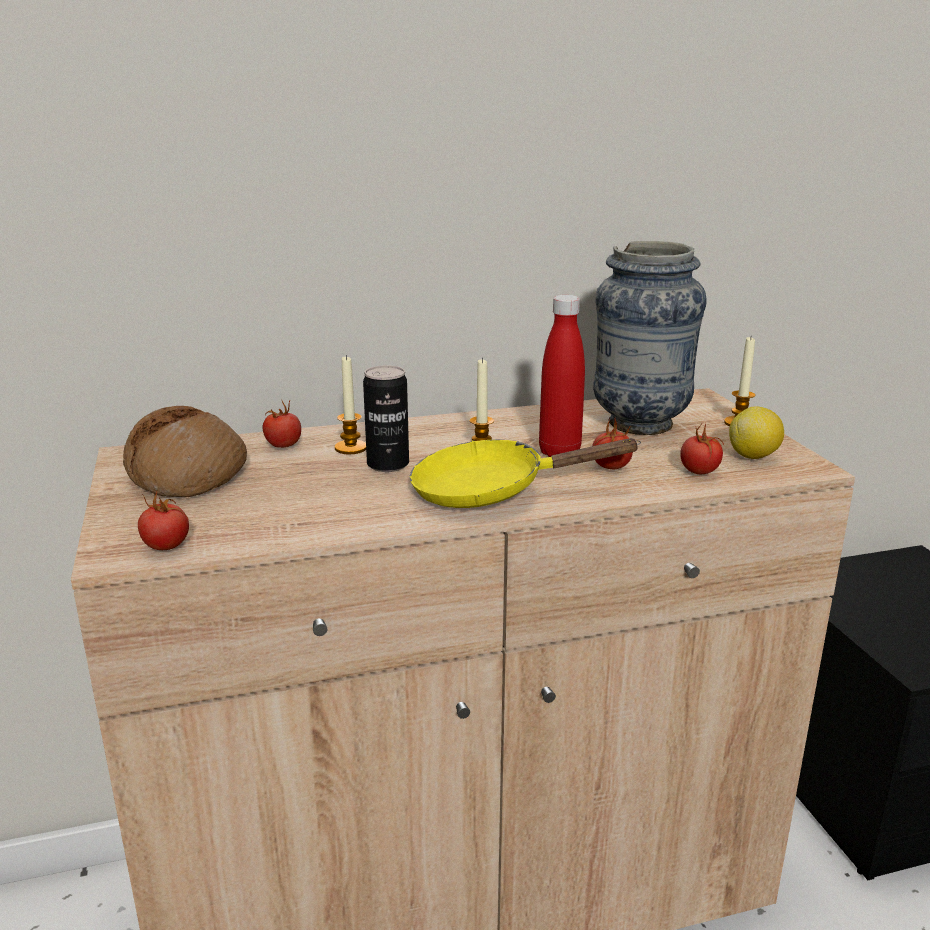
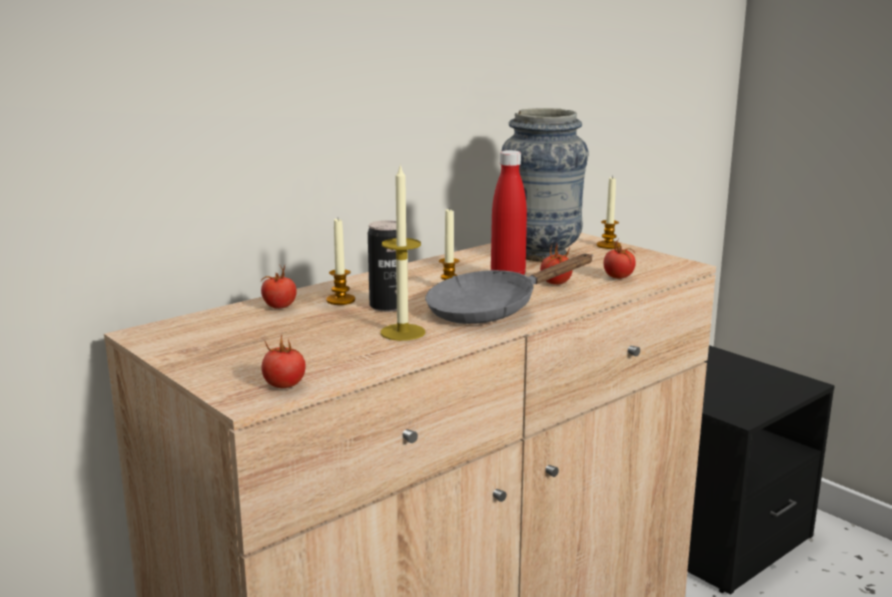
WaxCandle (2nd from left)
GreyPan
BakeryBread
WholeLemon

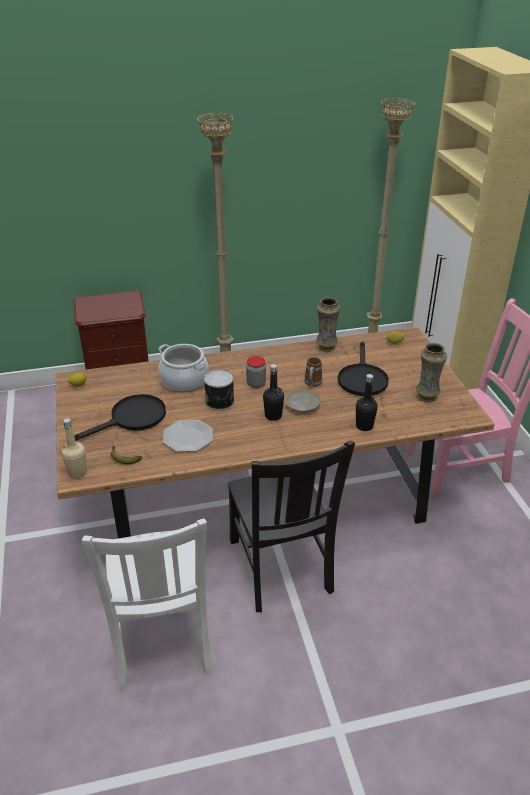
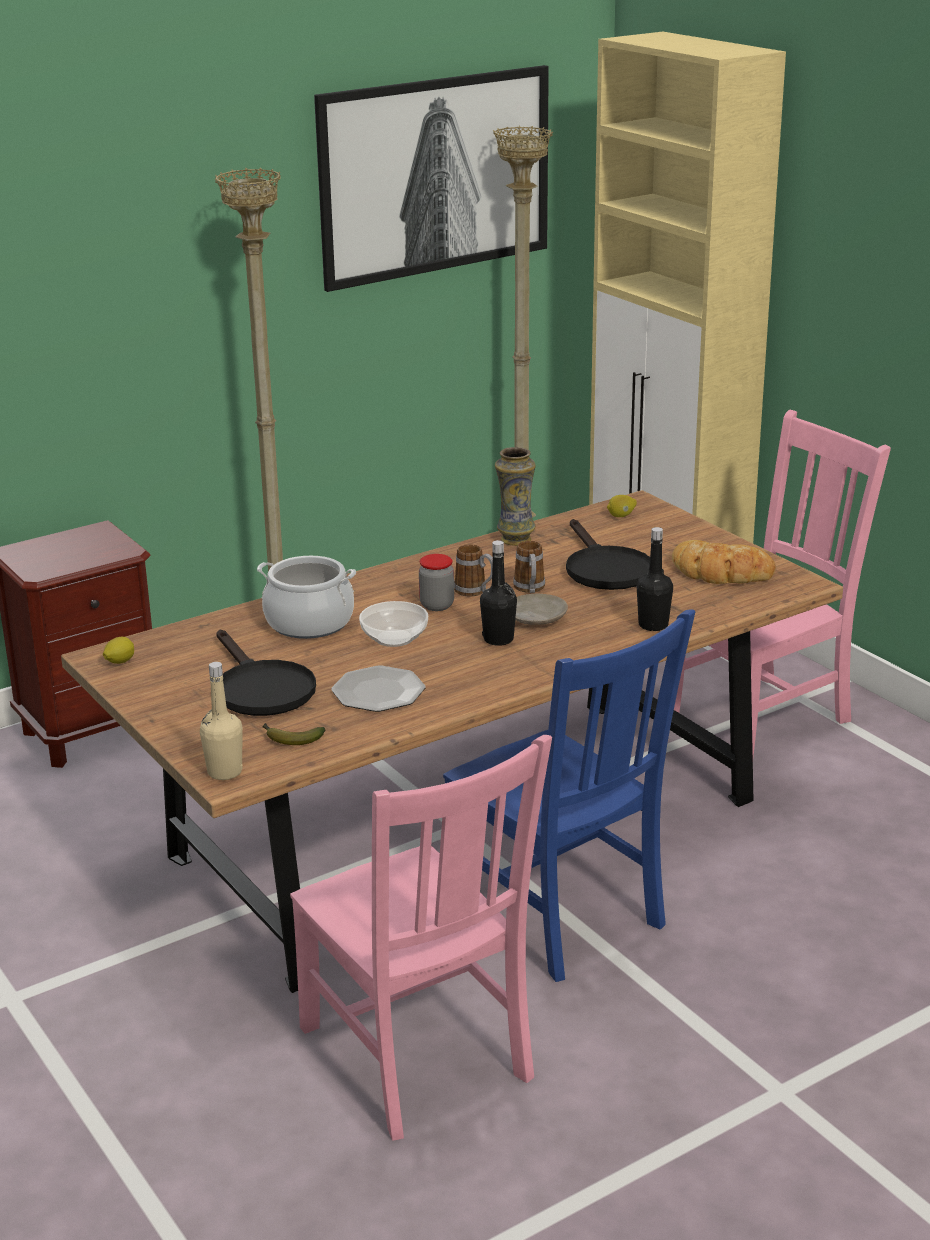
BlackPan (1st from left)
PinkColouredChair (1st from left)
Picture
Bowl
BlueChair
CoffeeMug (1st from left)
BakeryBread

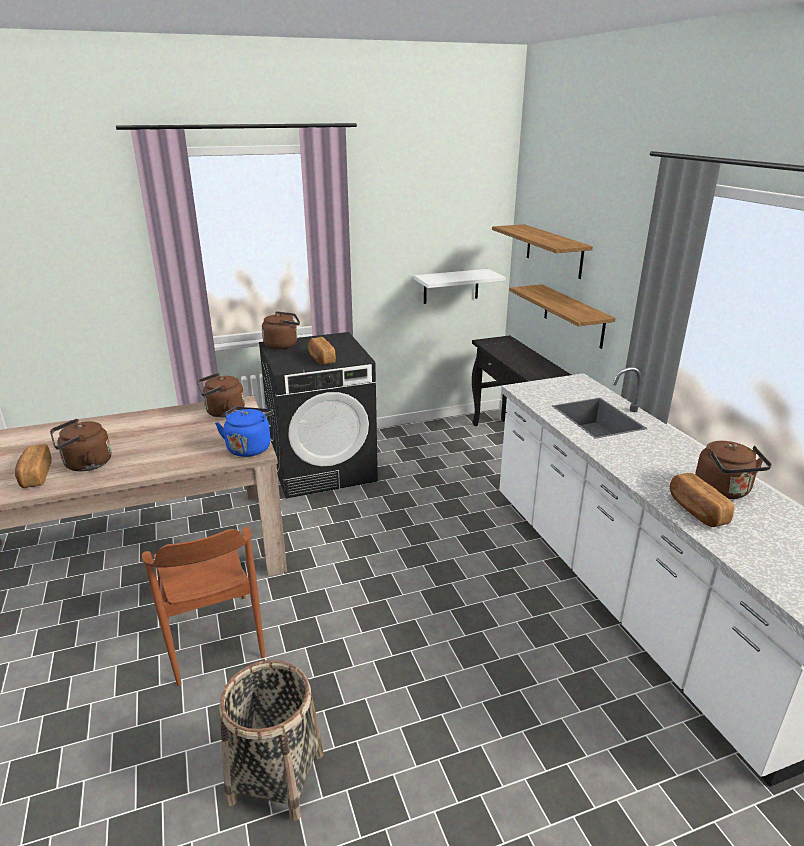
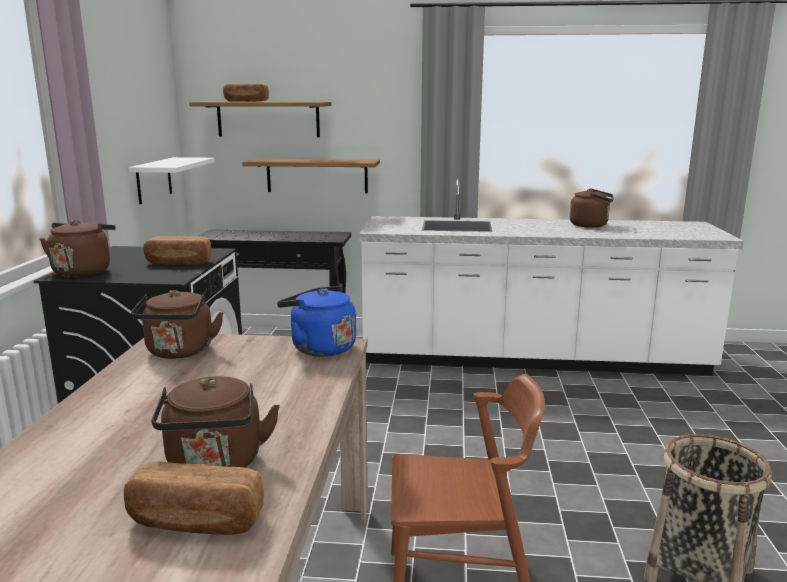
BakeryBread (3rd from left)

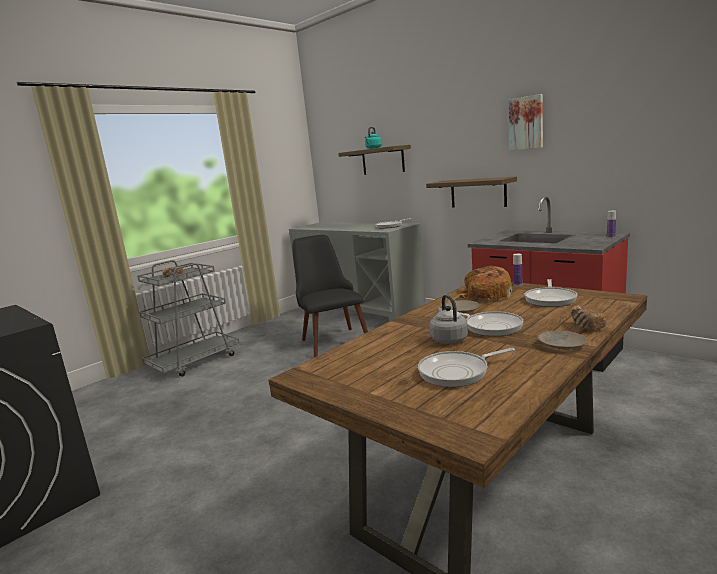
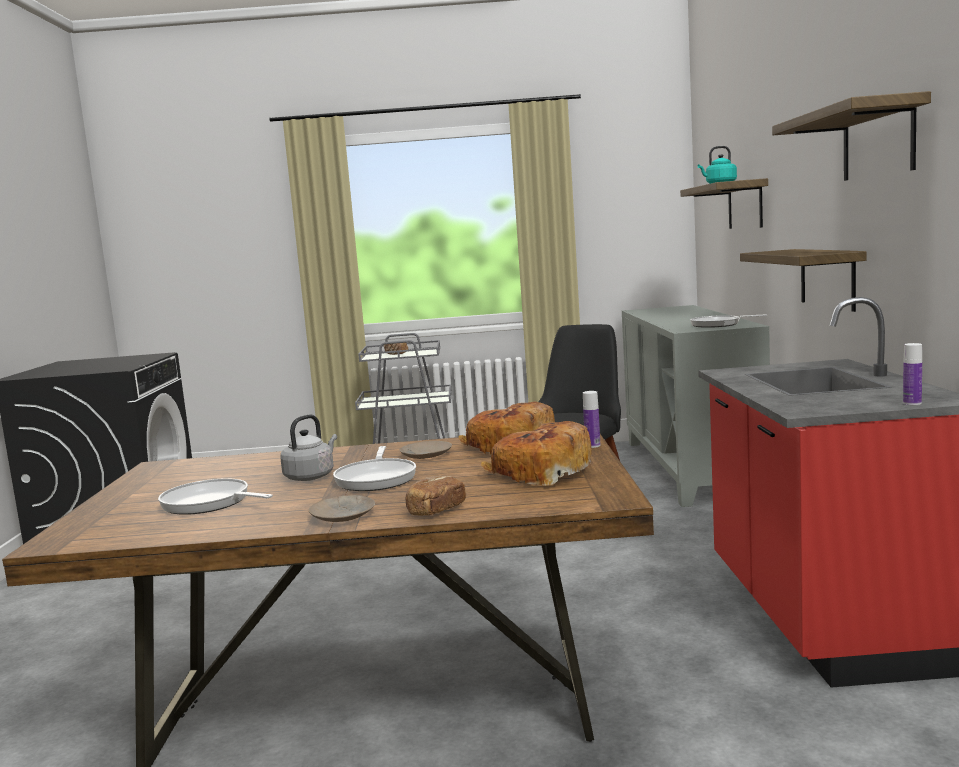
BakeryBread (4th from left)
WallShelf (3rd from left)

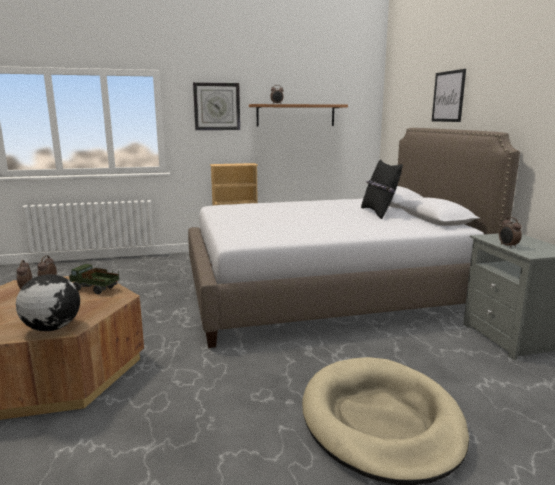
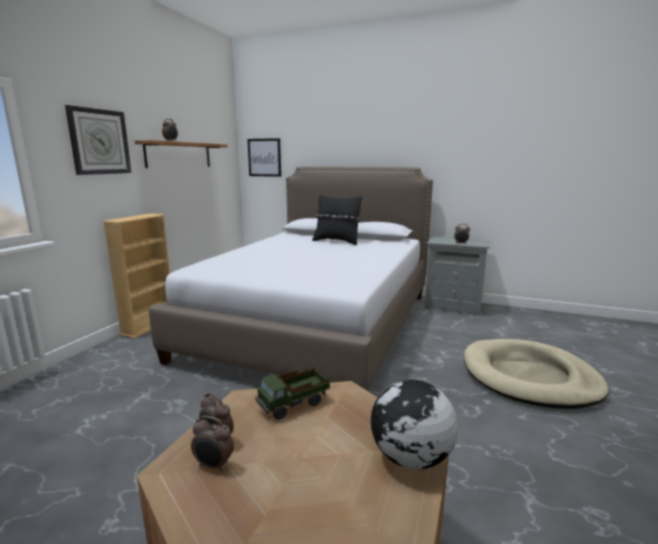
Picture

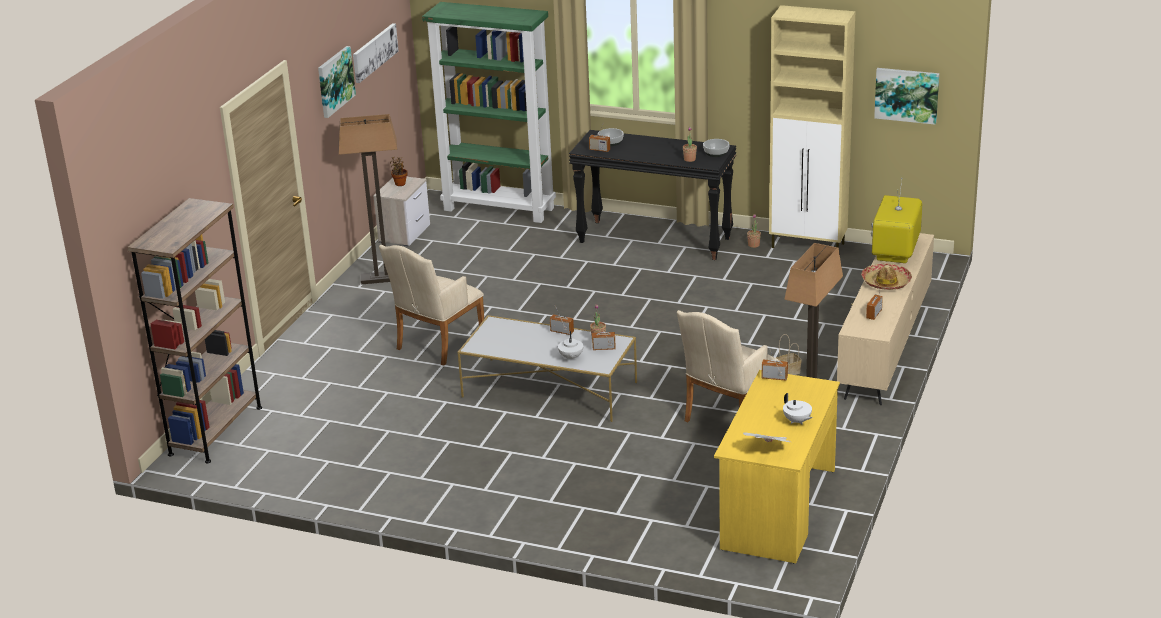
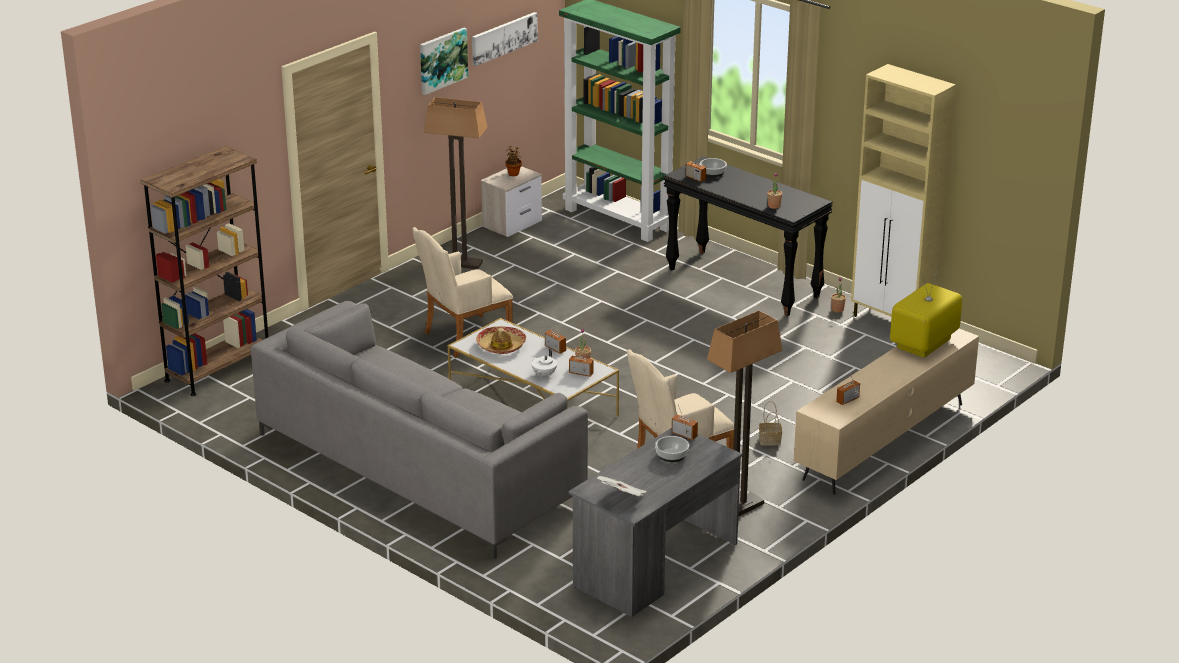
GreySofa
WearableHat
GreyDeskTable
Bowl (1st from left)
WhitishTeaPot (2nd from left in the first image)
Picture (3rd from left in the first image)

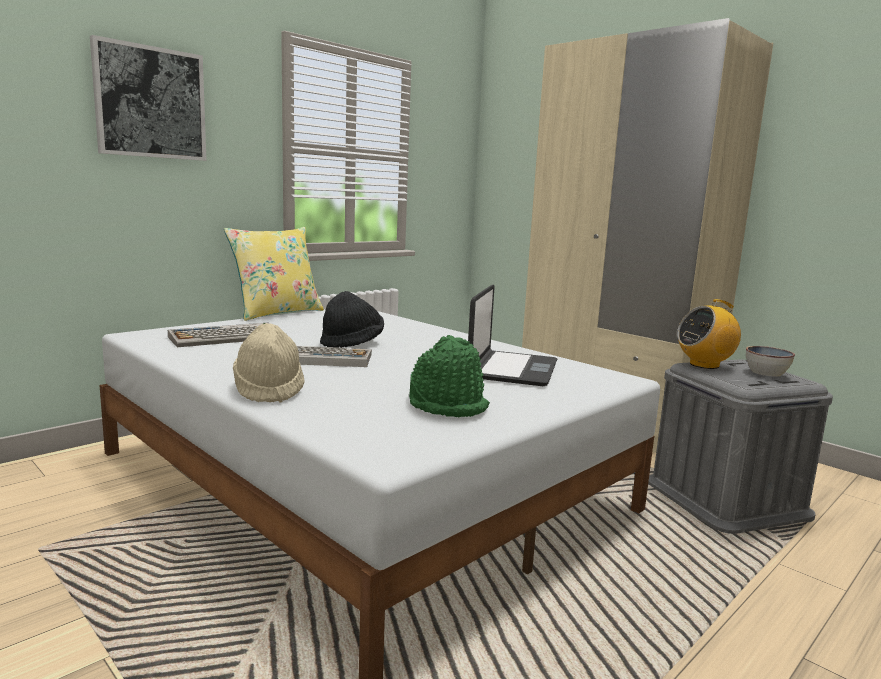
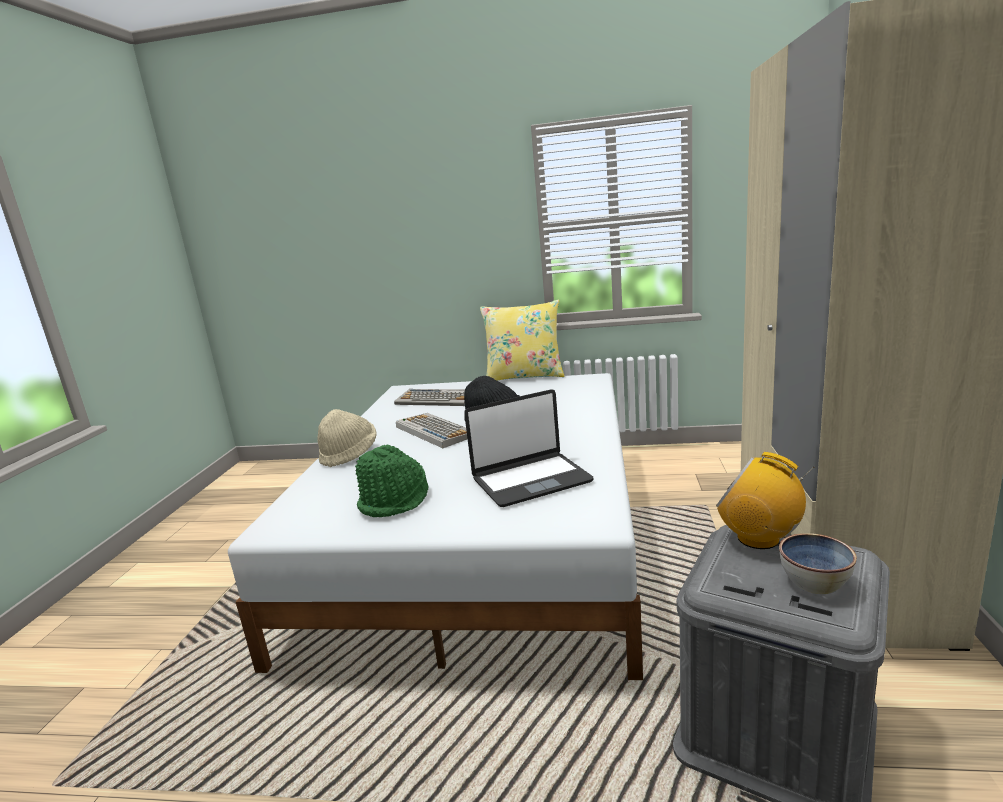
Picture

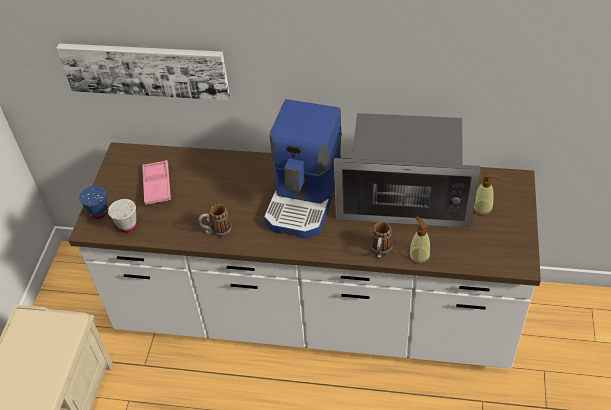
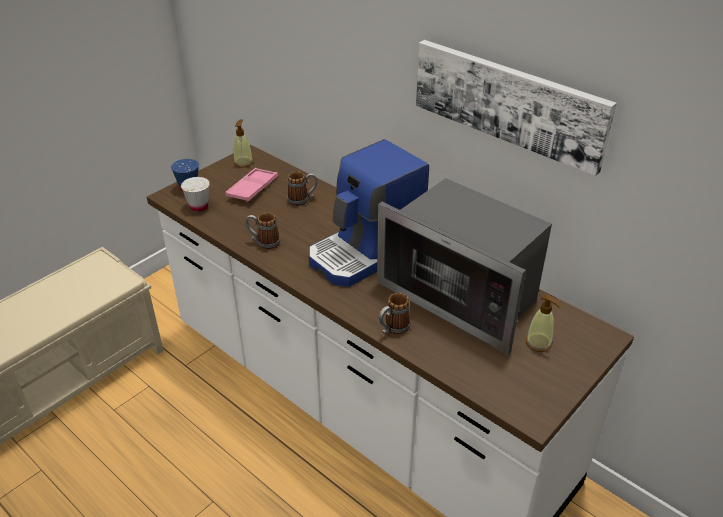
LiquidSoapBottle (1st from left)
CoffeeMug (2nd from left)
Picture

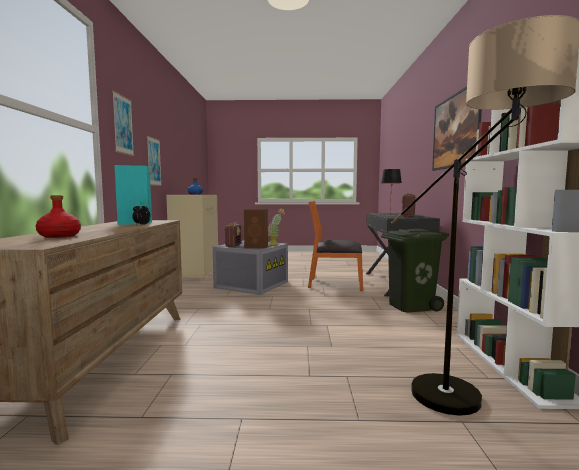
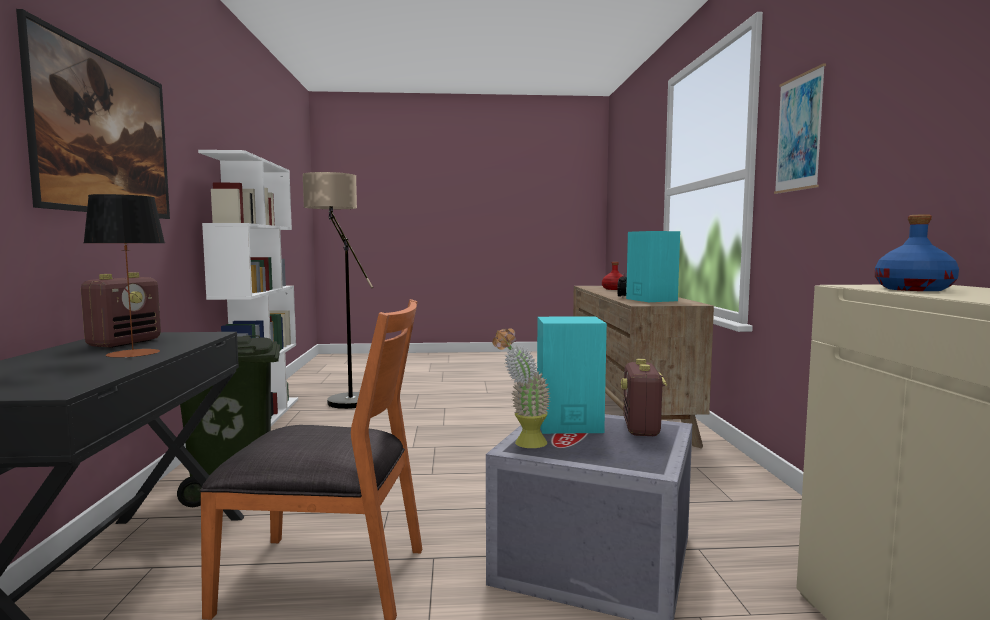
BlueGreenSpeaker (1st from left)
Picture (2nd from left in the first image)

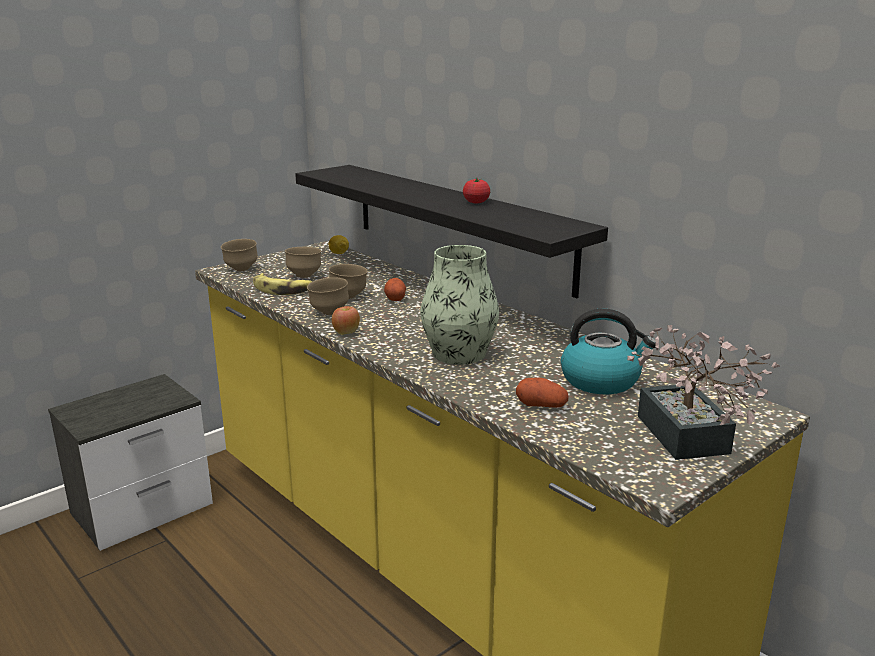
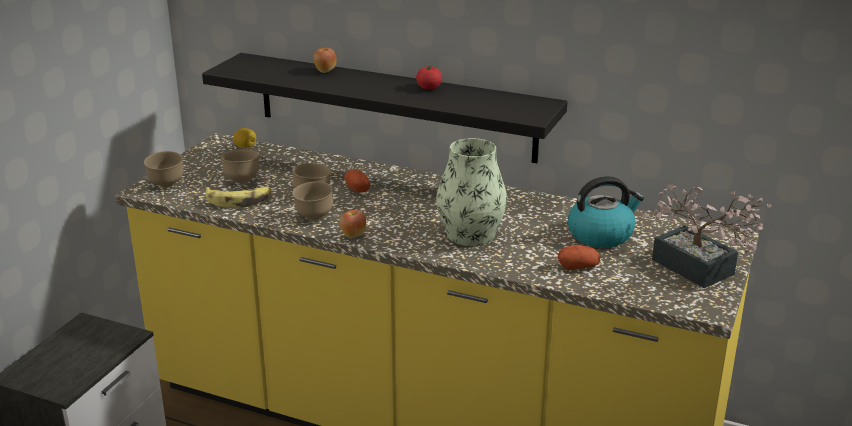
AppleFruit (1st from left)

